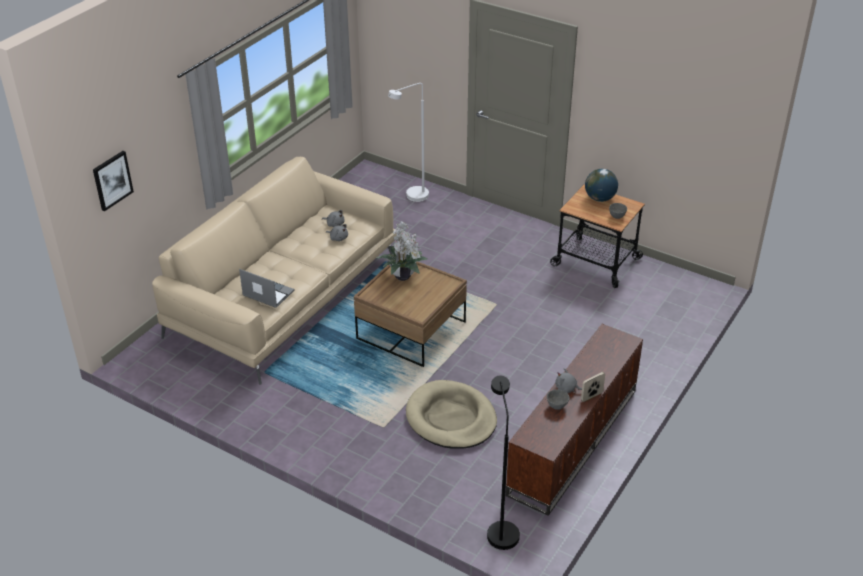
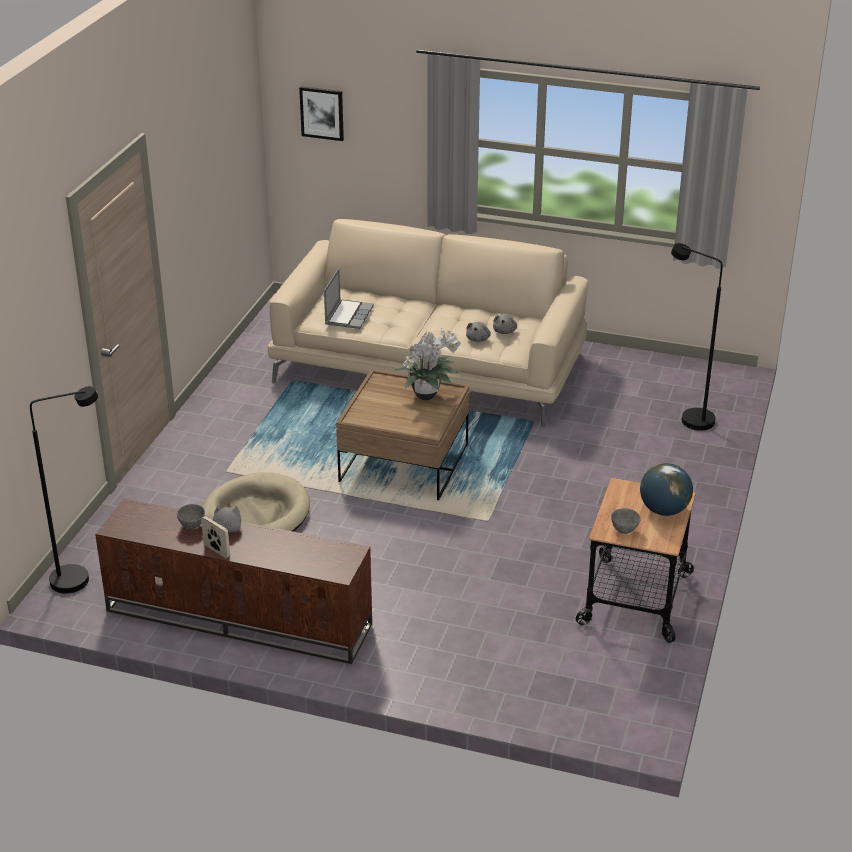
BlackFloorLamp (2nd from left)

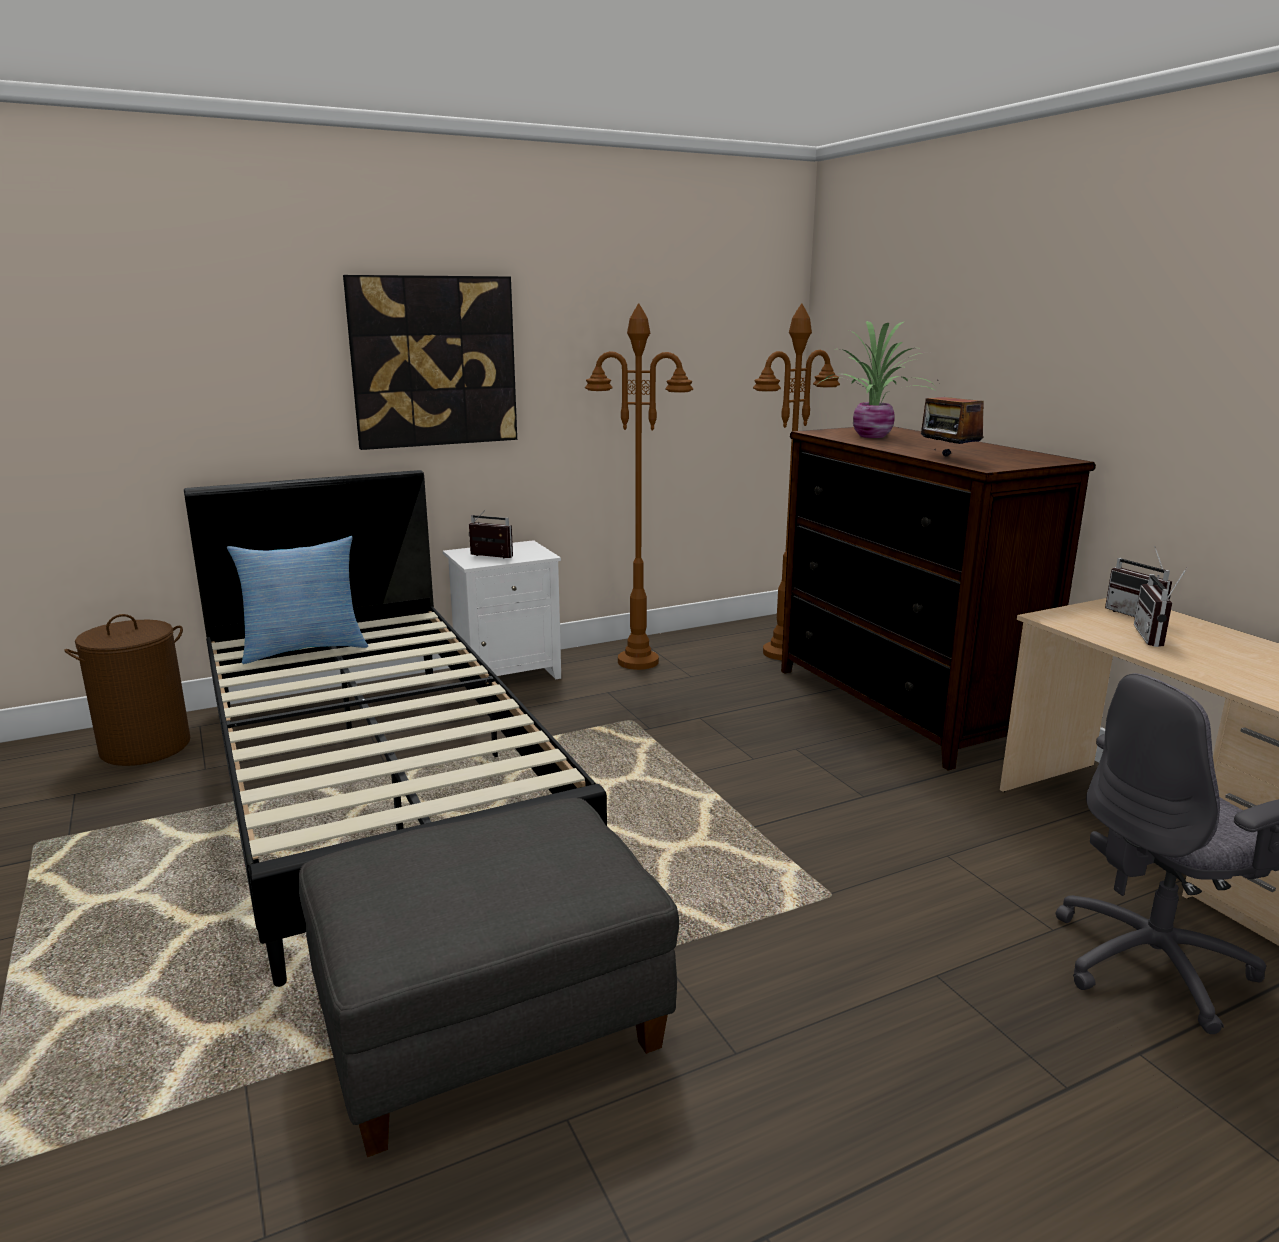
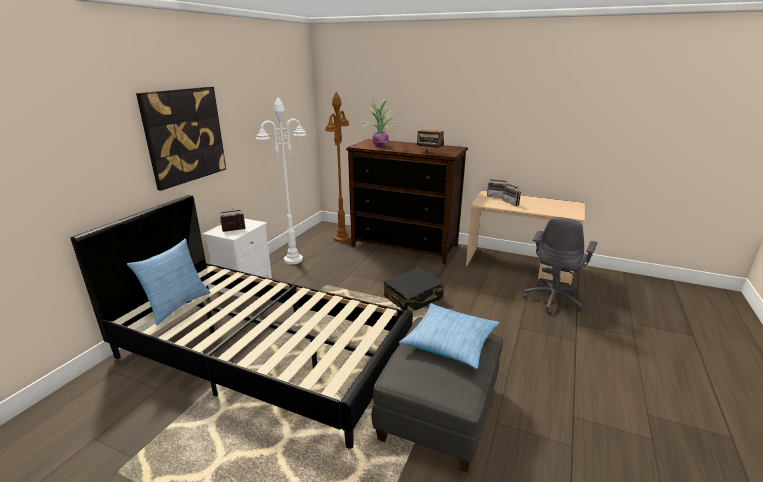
WhitishFloorLamp
BlackTravelCase
Pillow (2nd from left)
BrownishWashingBasket

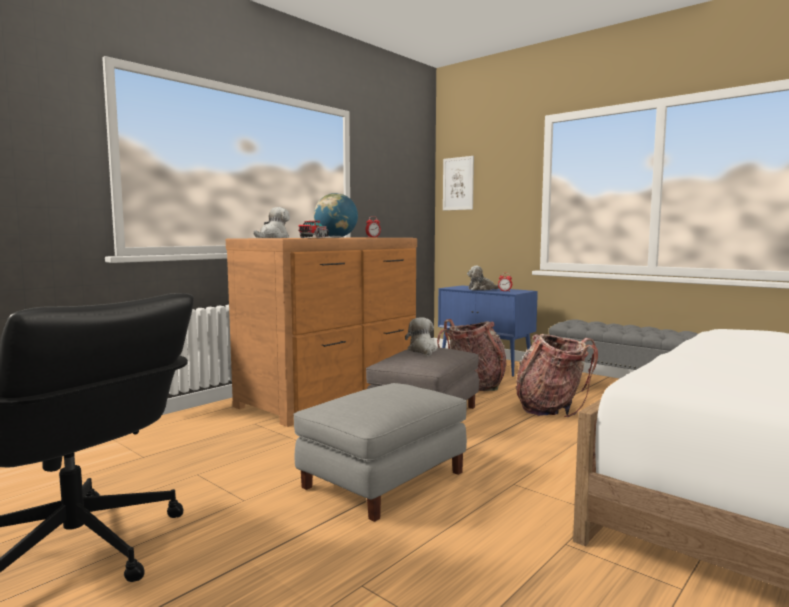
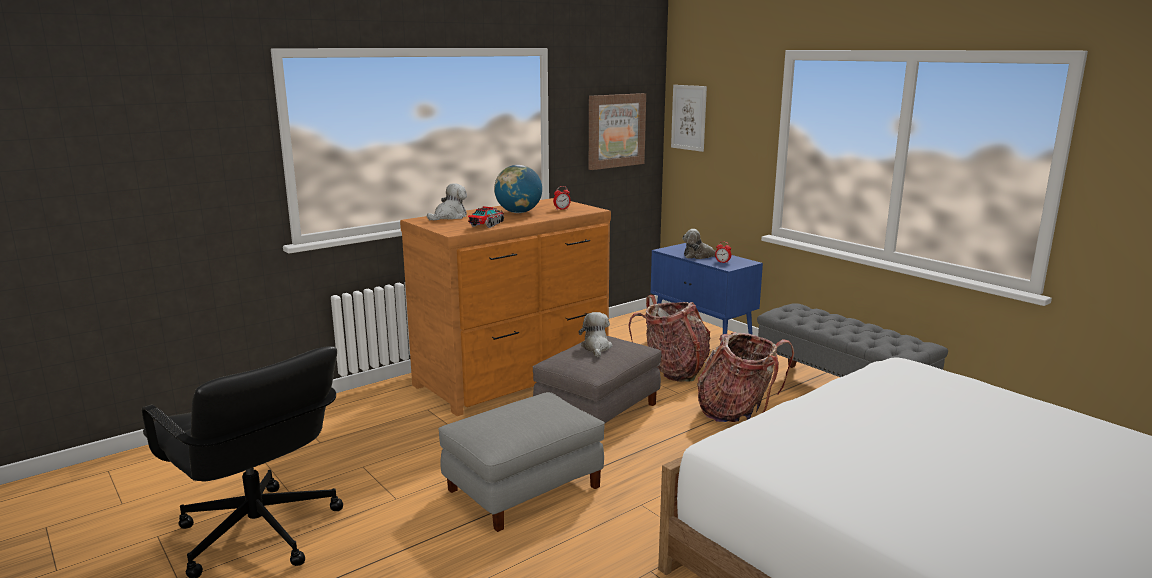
Picture (1st from left)

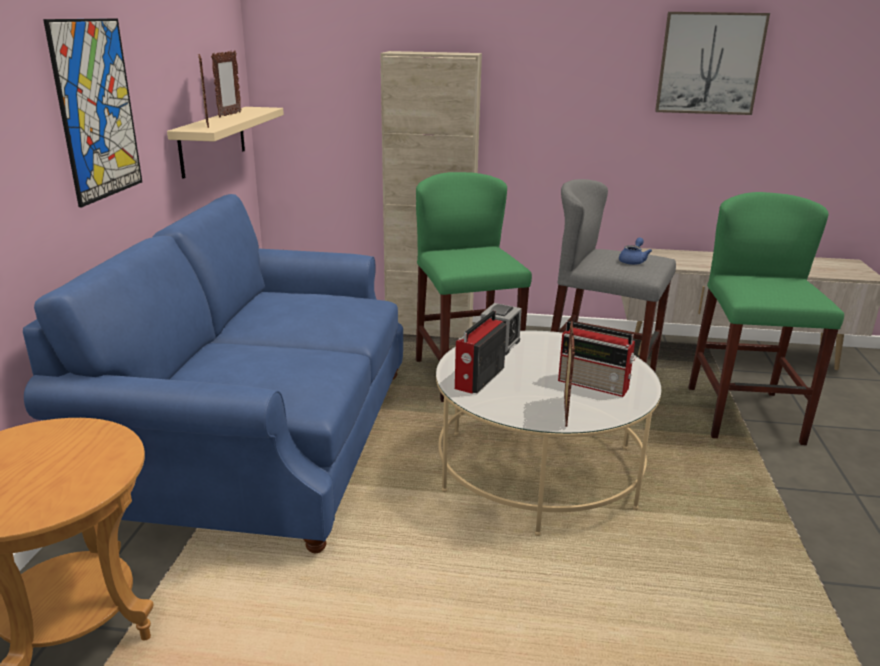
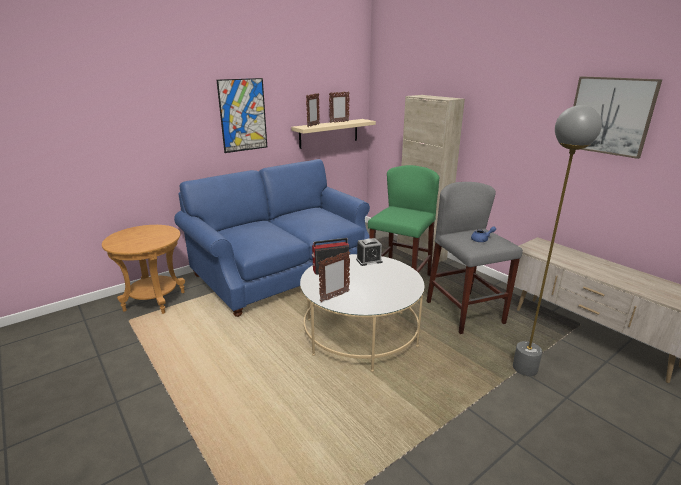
GreyFloorLamp
RadioReceiver (2nd from left in the first image)

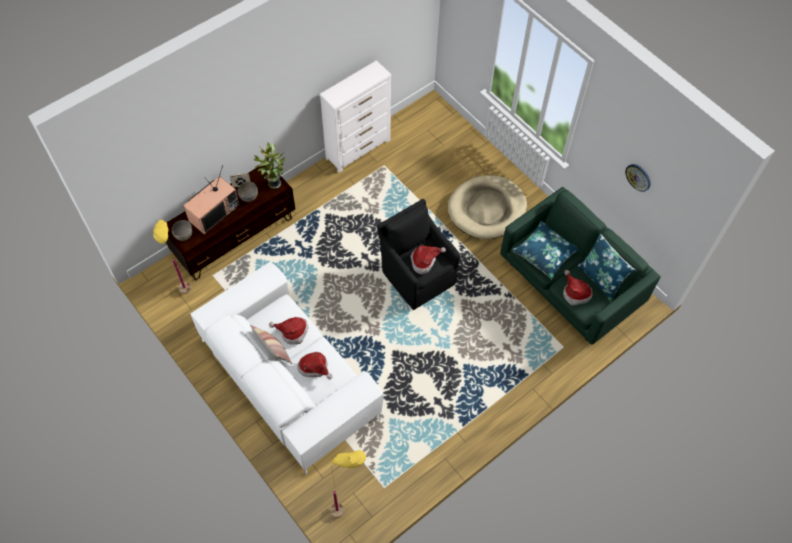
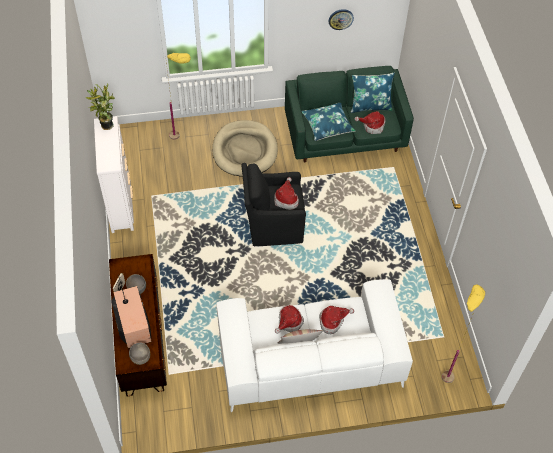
Houseplant
YellowColouredFloorLamp (1st from left)

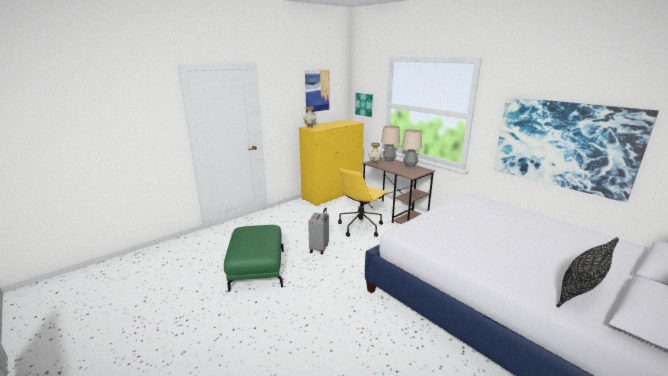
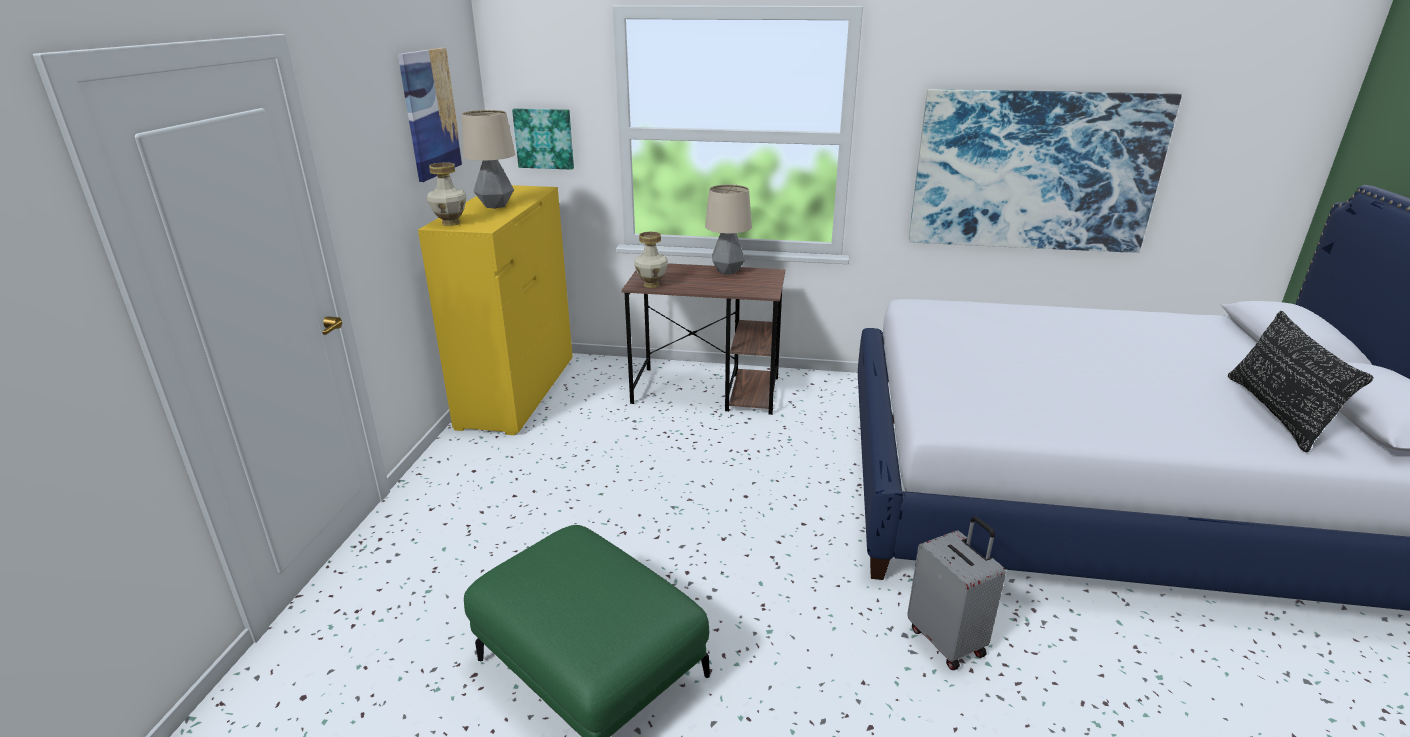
TabletopLamp (1st from left)
GreyTravelCase
YellowColouredDeskChair

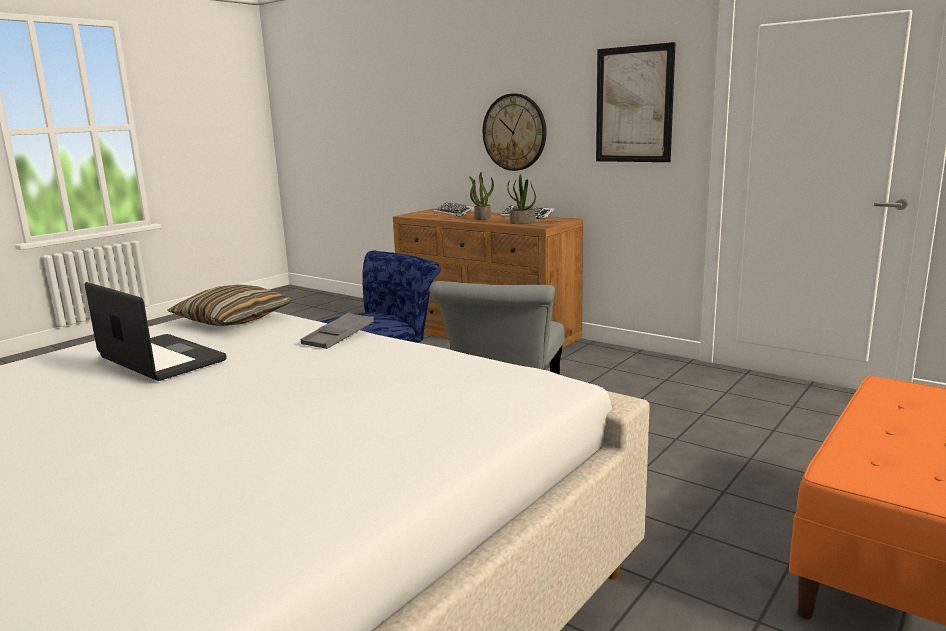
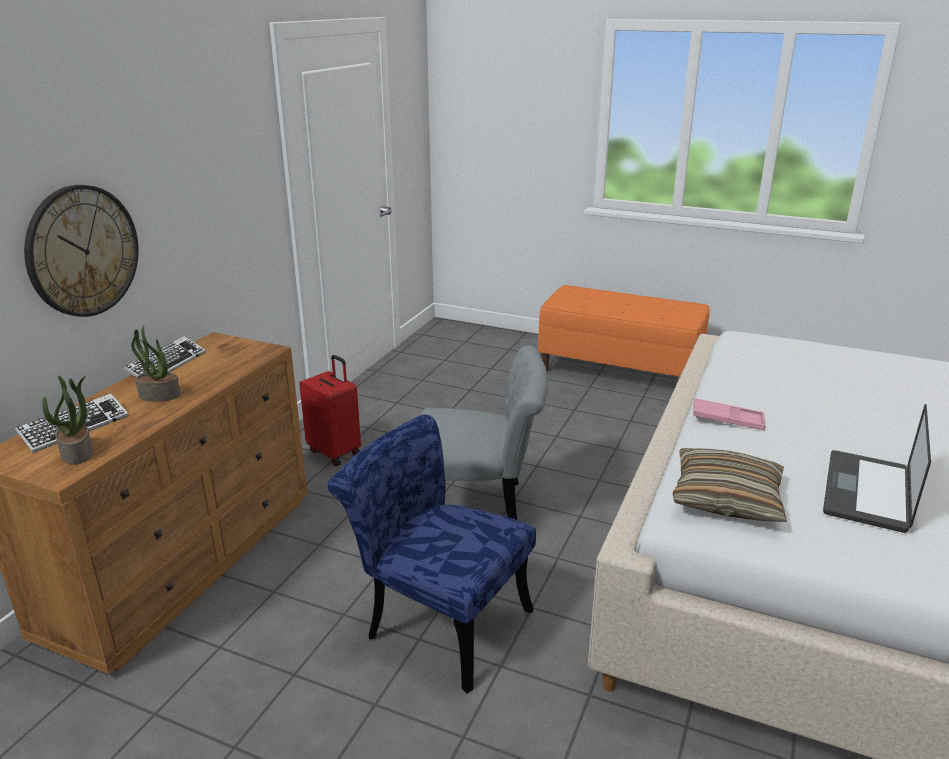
Houseplant (1st from left)
RedTravelCase
PinkColouredCarryingTray
Picture

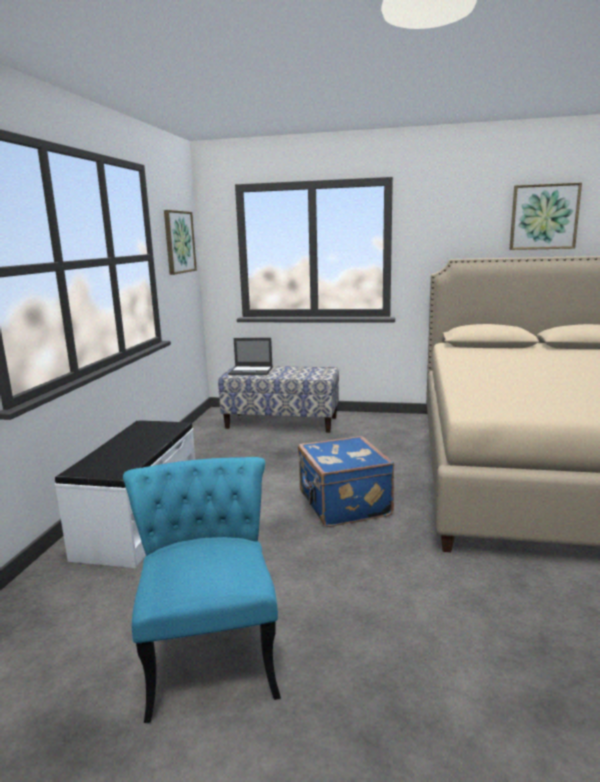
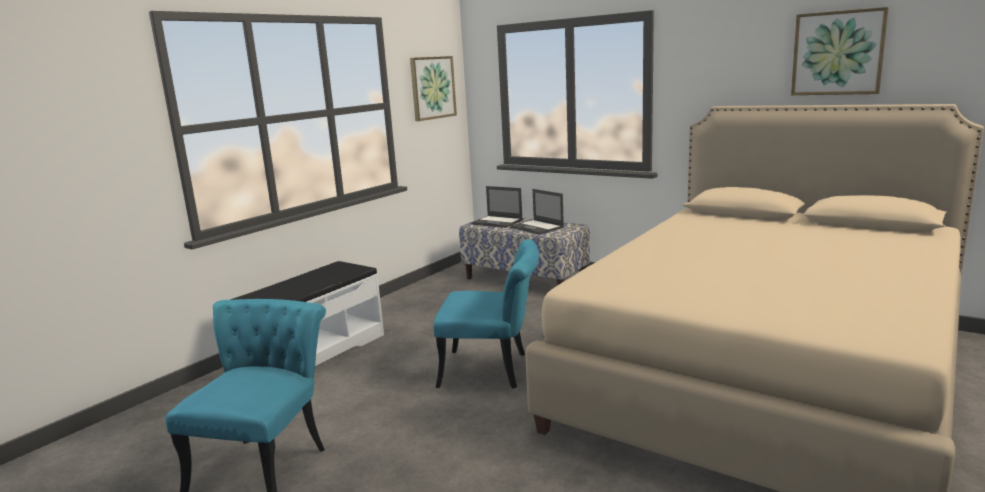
BlueGreenChair (2nd from left)
NotebookComputer (2nd from left)

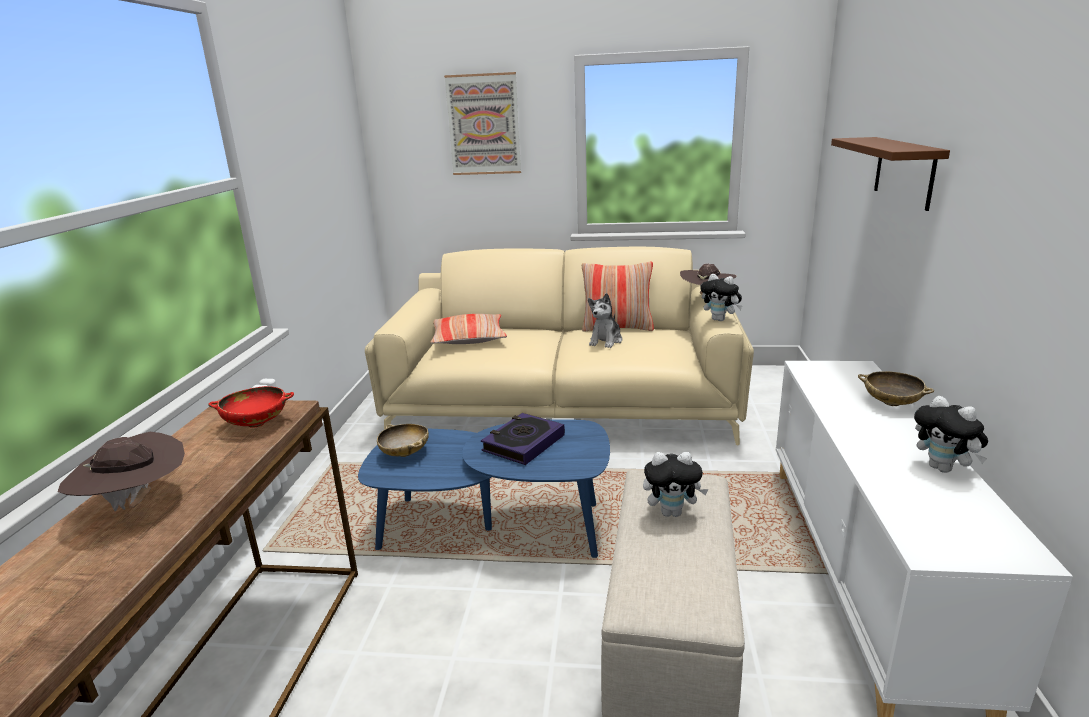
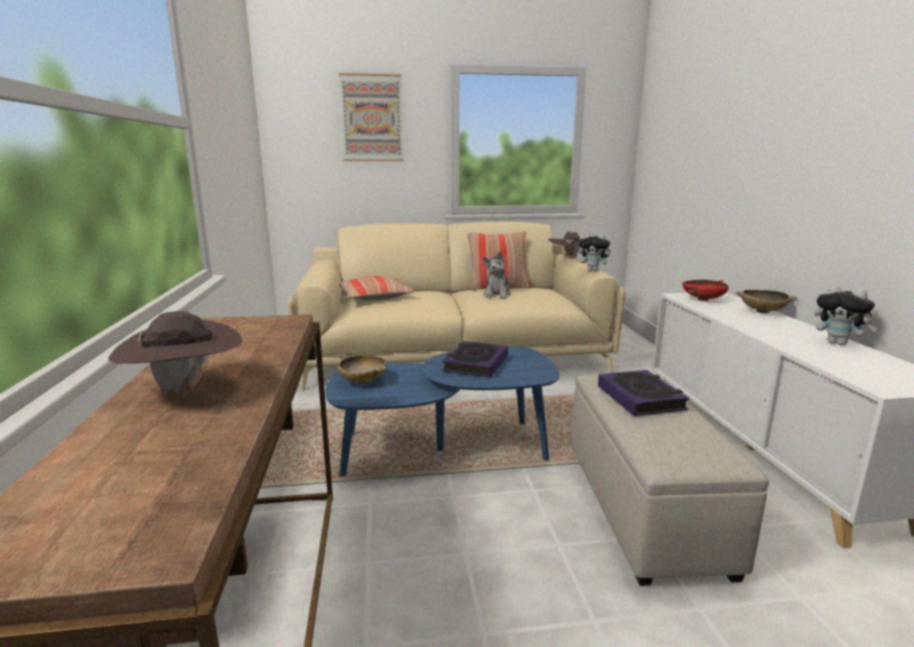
Book (2nd from left)
RedBowl
BrownishWallShelf

